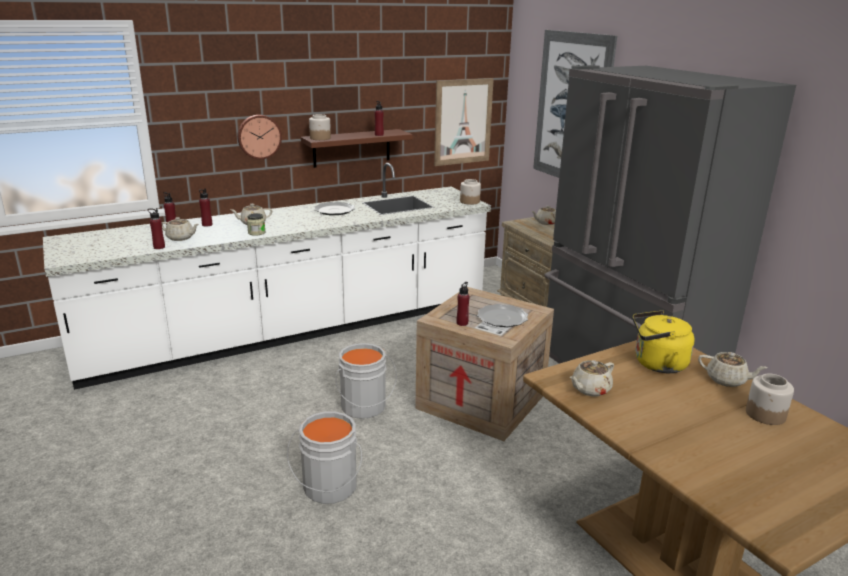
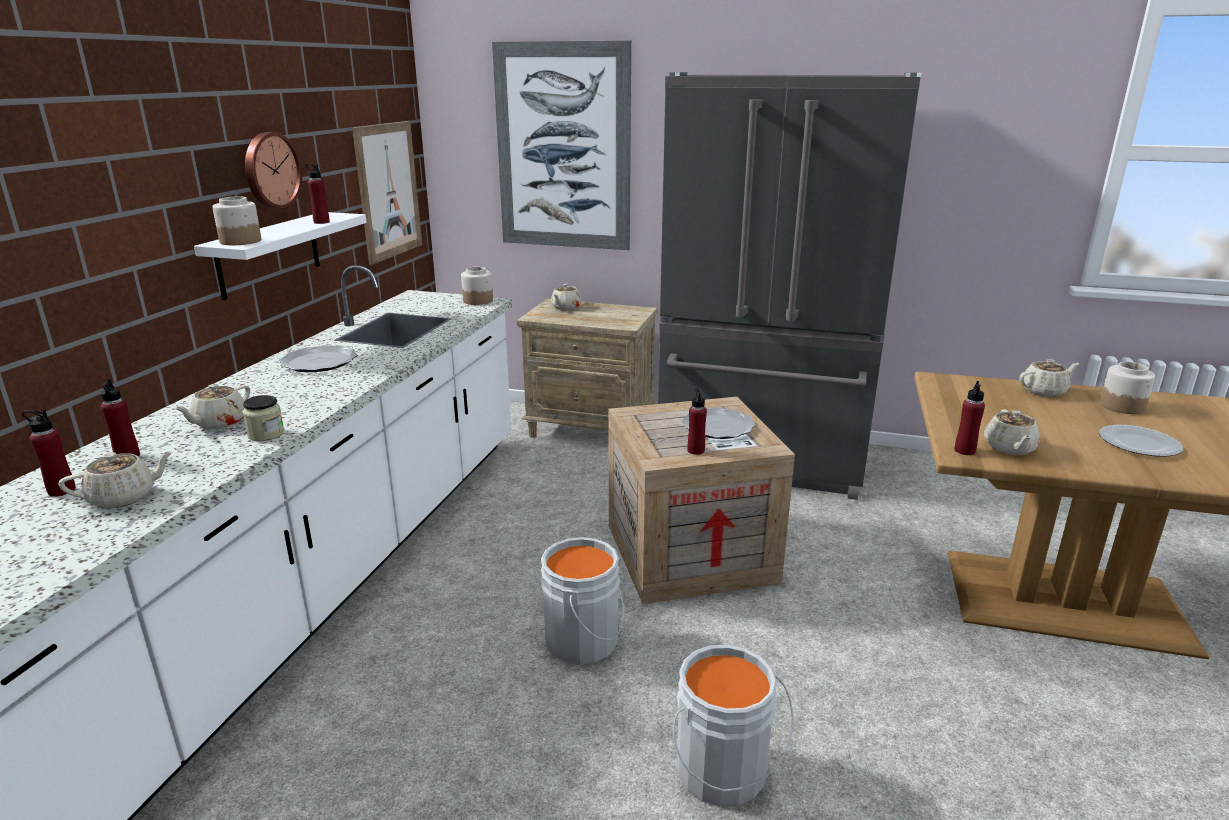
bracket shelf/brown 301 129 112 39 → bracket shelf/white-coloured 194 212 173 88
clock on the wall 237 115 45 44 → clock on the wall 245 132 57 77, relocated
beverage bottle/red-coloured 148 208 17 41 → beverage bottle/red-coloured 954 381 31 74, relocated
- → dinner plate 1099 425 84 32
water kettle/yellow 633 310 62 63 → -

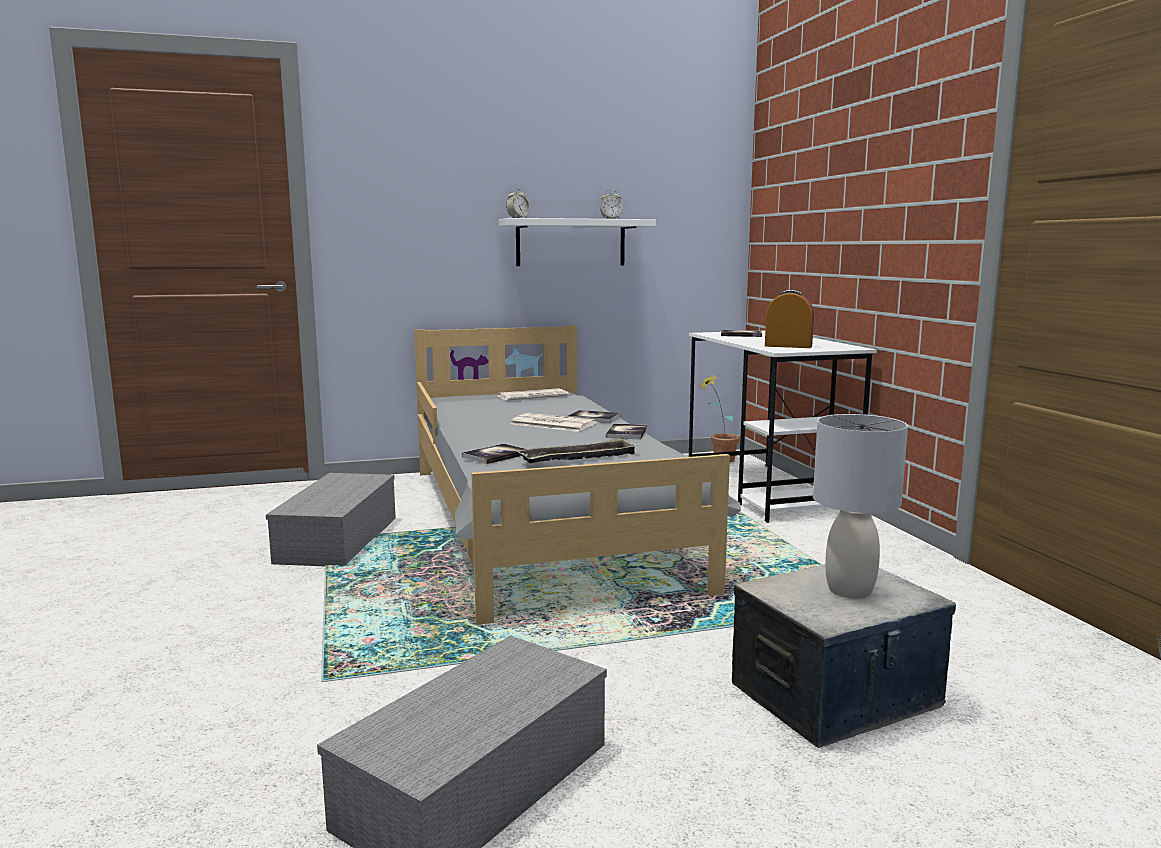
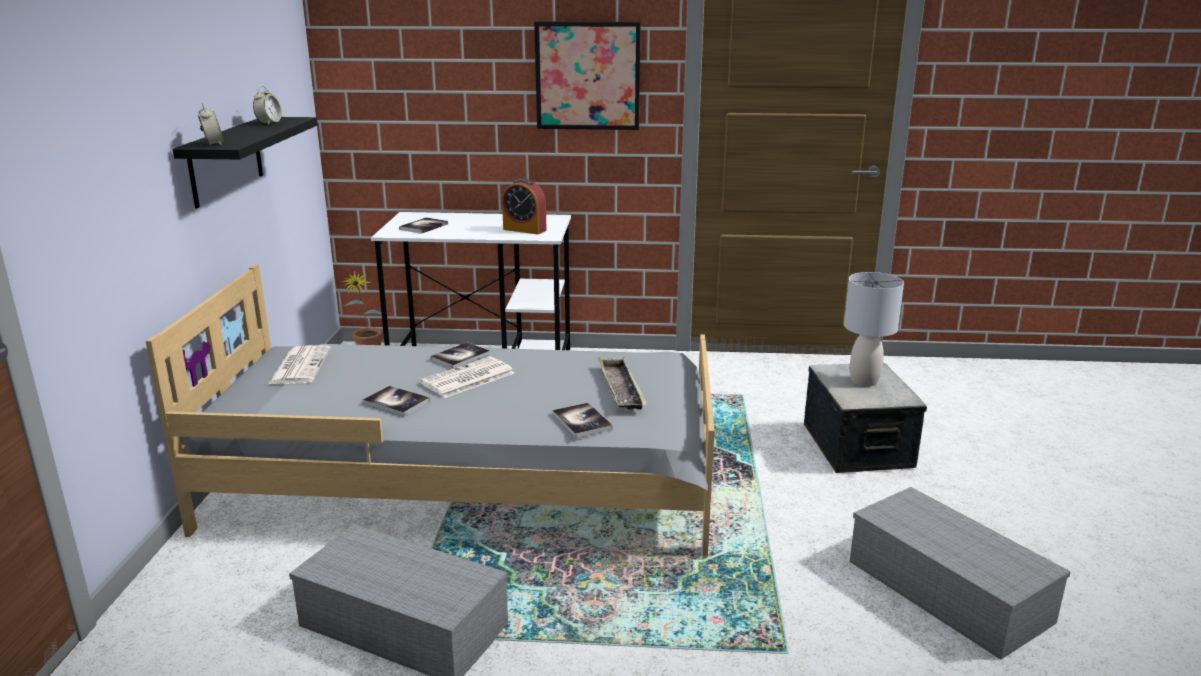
bracket shelf/white-coloured 499 218 157 48 → bracket shelf/blackish 172 117 146 91
book 606 424 41 16 → book 362 386 68 31, relocated
table clock 765 290 49 58 → table clock 502 178 45 56, 105 degrees counterclockwise
- → picture 534 22 107 108

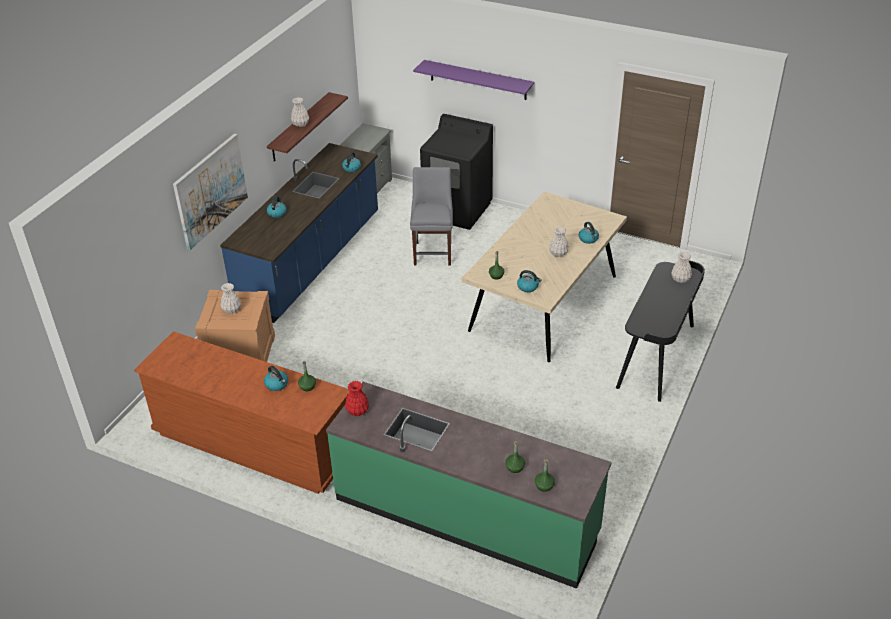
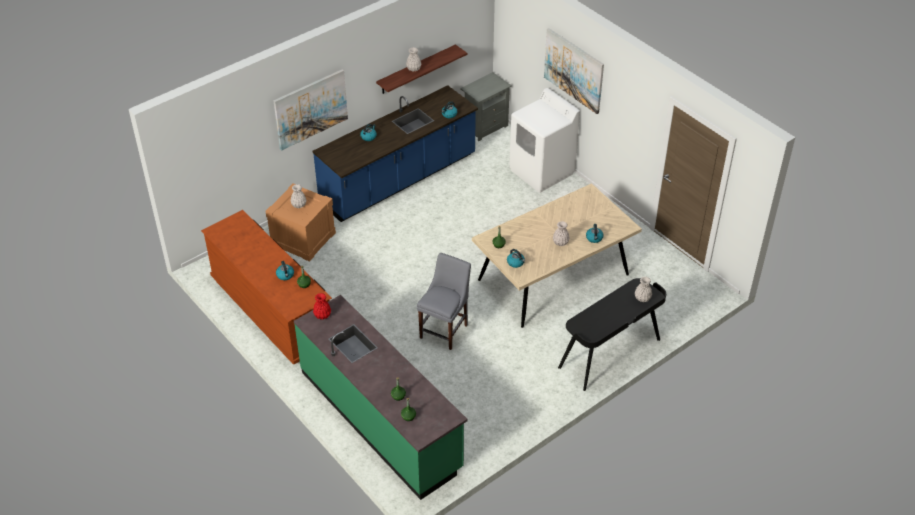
chair/grey 410 167 43 99 → chair/grey 417 253 54 97, relocated
washing machine/blackish 420 114 73 116 → washing machine/white-coloured 509 88 71 105
bracket shelf/purple 413 60 122 40 → picture 544 28 60 86

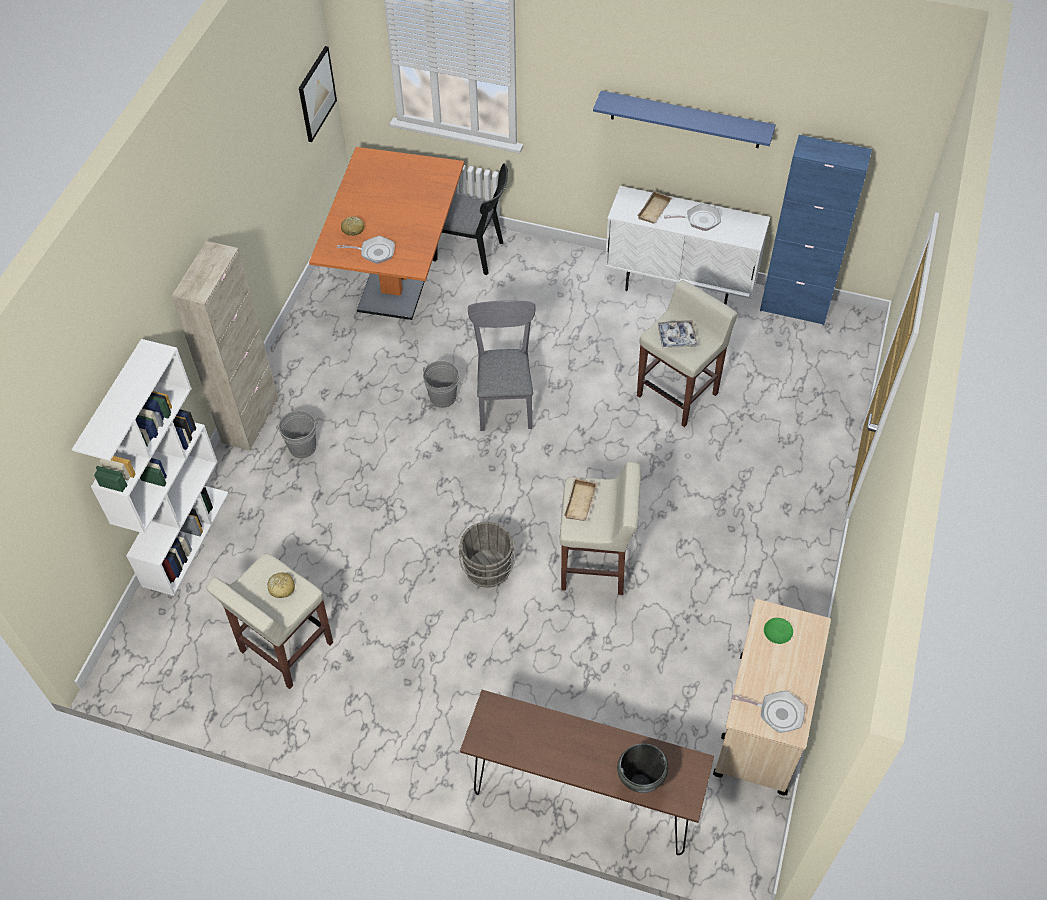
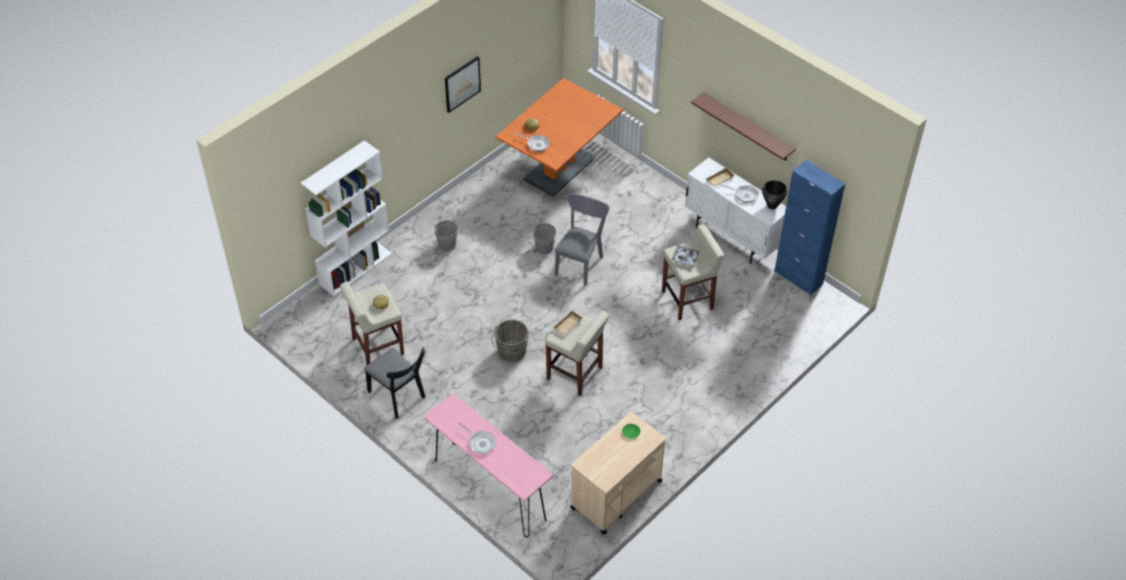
chair/blackish 433 163 75 112 → chair/blackish 364 347 61 71, relocated
hall table/brown 460 690 254 165 → hall table/pink 423 393 130 144
picture 299 46 38 96 → picture 445 56 36 57, relocated
skillet 731 691 74 42 → skillet 459 422 37 32, relocated
bracket shelf/blue 593 91 183 57 → bracket shelf/brown 691 92 105 68
saucepot/blackish 617 744 51 49 → saucepot/blackish 762 180 26 29, relocated
cabinet/sand-coloured 171 241 107 210 → -

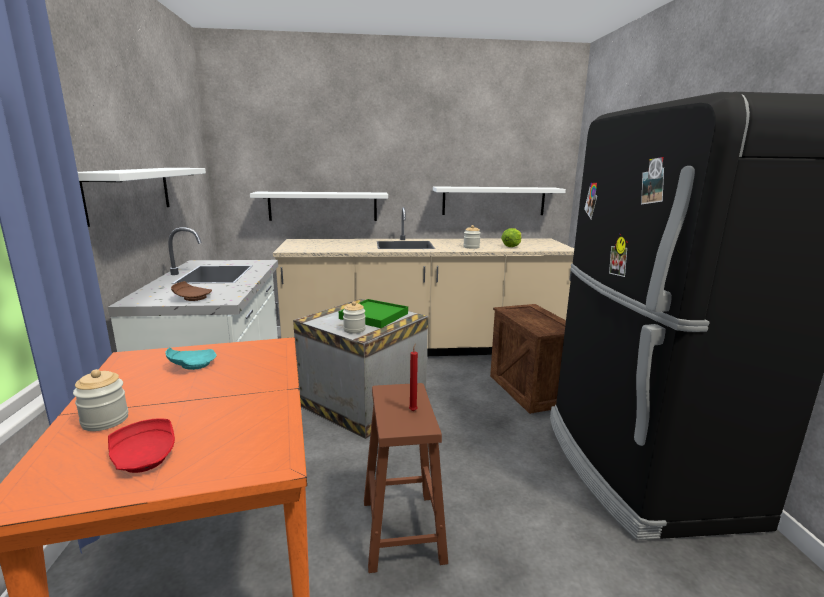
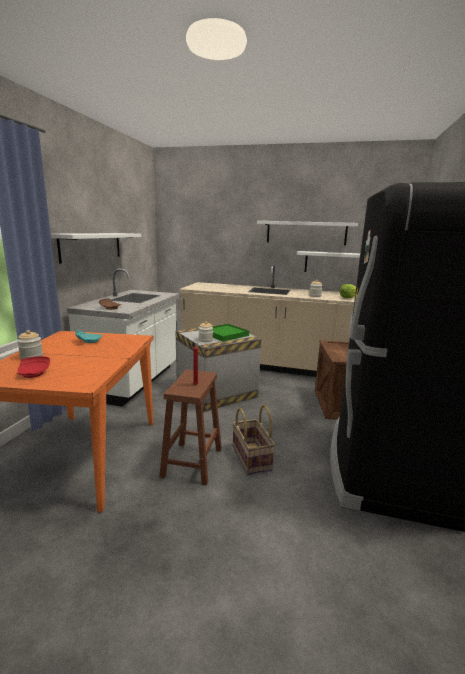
- → storage basket 233 405 42 70
bracket shelf/white-coloured 250 192 138 29 → bracket shelf/white-coloured 257 221 101 24, relocated

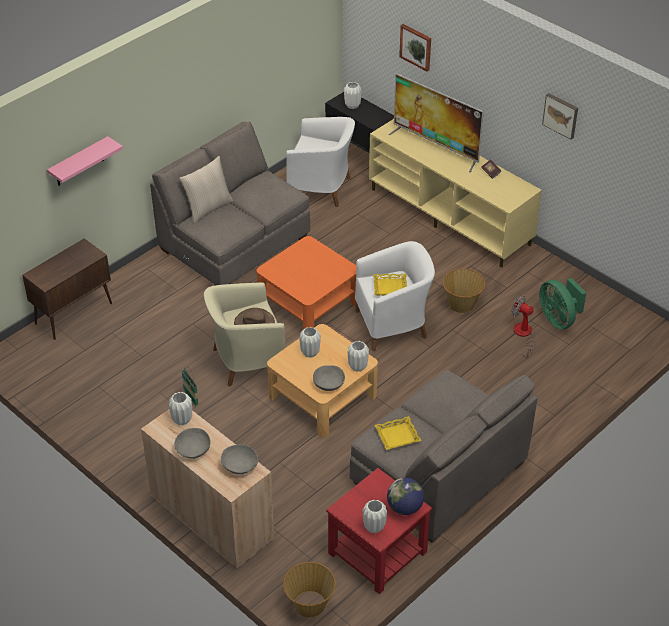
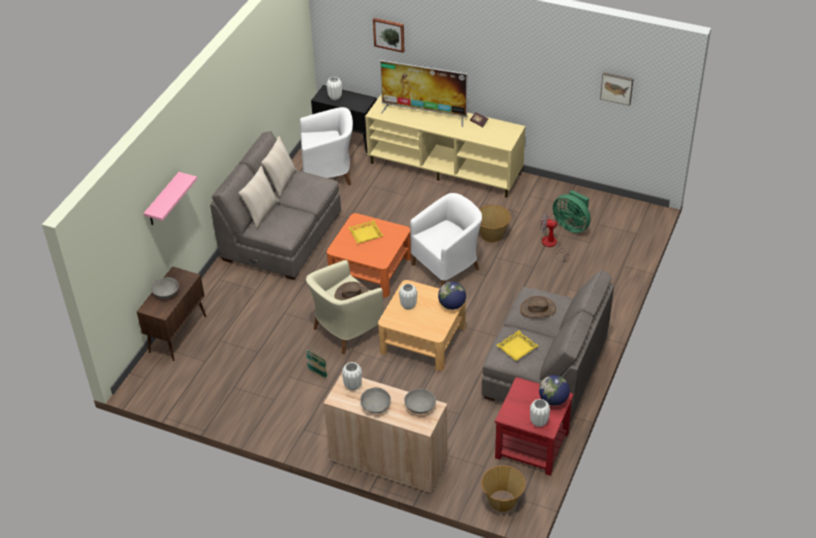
bowl/grey 313 365 32 26 → bowl/grey 151 277 28 22, relocated
- → cushion/sand-coloured 261 136 36 61
carrying tray/yellow 373 274 34 22 → carrying tray/yellow 348 220 35 23, relocated
decorative vase/white-coloured 348 341 21 31 → world globe 438 282 28 28
- → hat/brown 520 296 36 22
picture 542 93 36 47 → picture 600 72 33 34, relocated

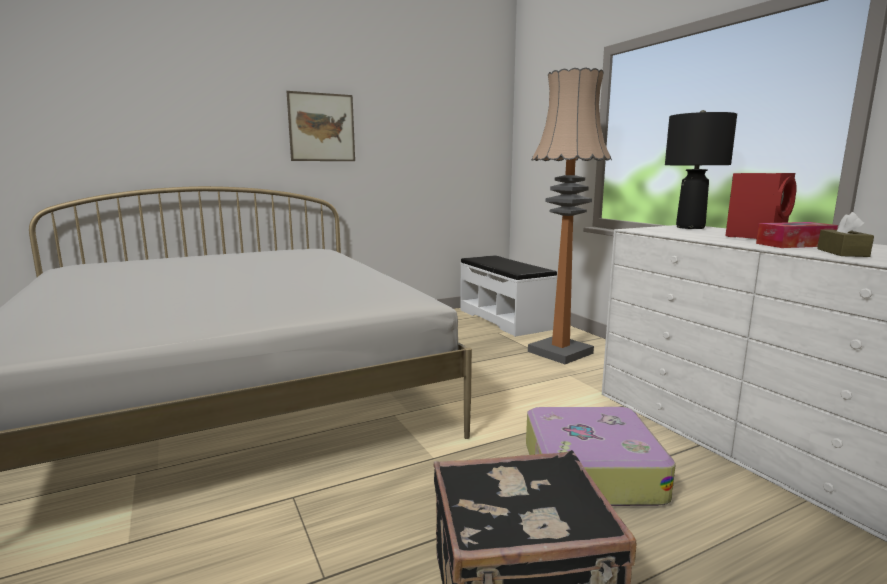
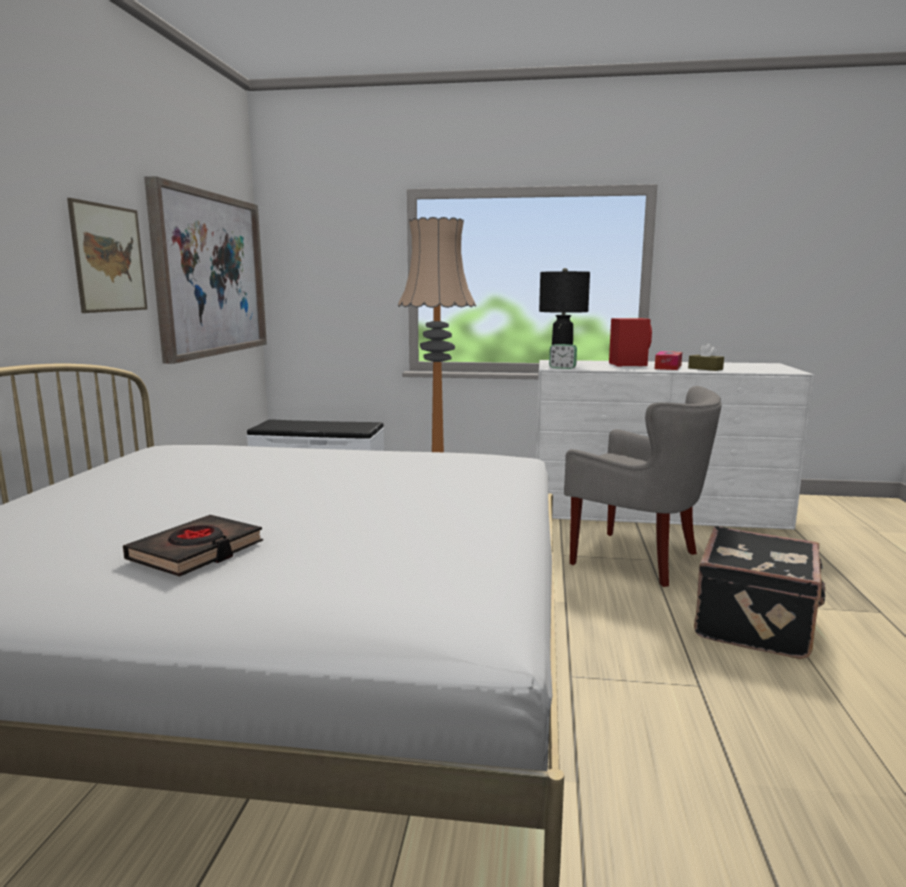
- → book/blackish 123 515 140 62
- → picture 144 176 123 188
- → table clock 549 344 28 25
piece of luggage 526 407 150 99 → lounge chair/grey 564 386 158 201

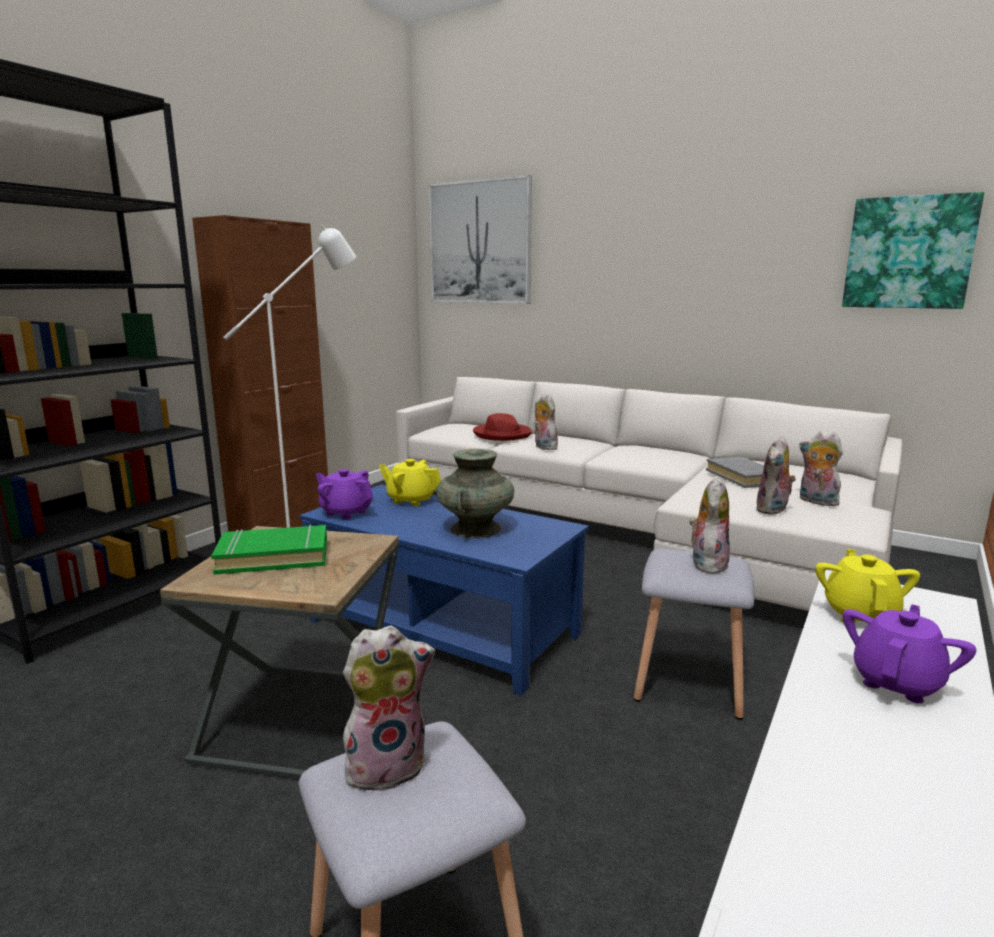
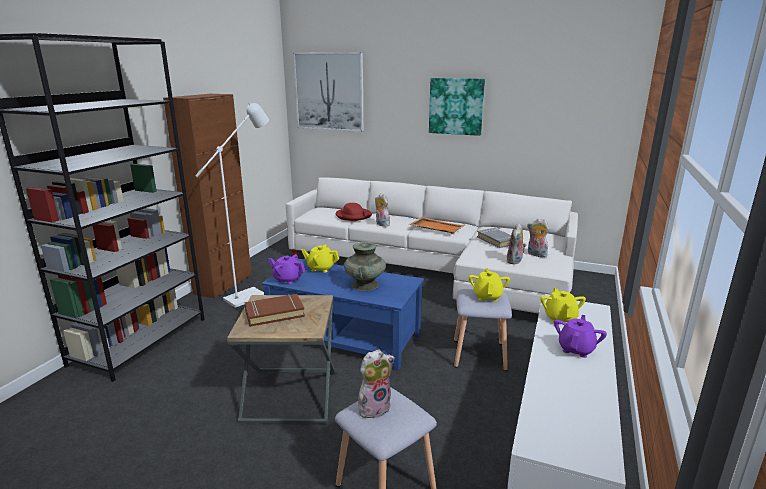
book/greenish 211 524 116 51 → book/brown 245 294 60 33
- → carrying tray/orangey 409 217 56 17
picture 842 192 142 117 → picture 429 78 56 58, relocated
soft toy 689 476 41 98 → pot for tea/yellow 469 268 41 33

